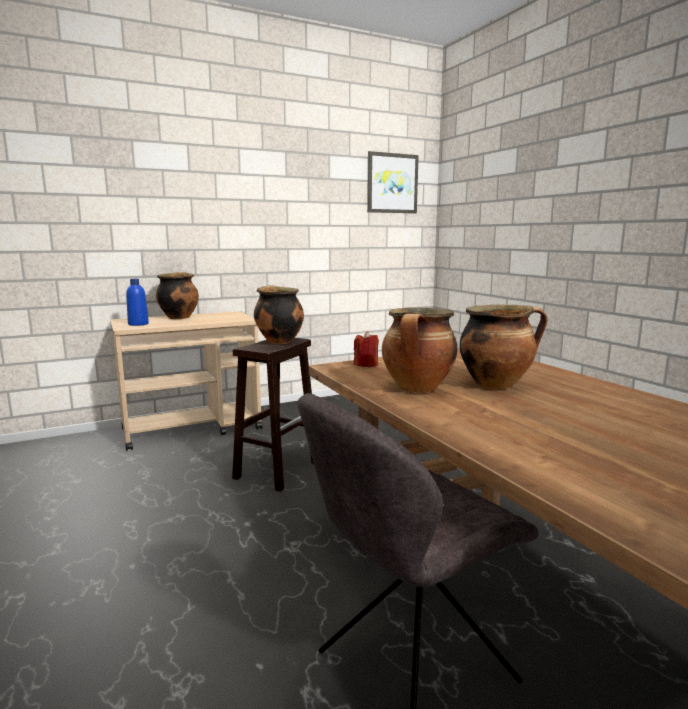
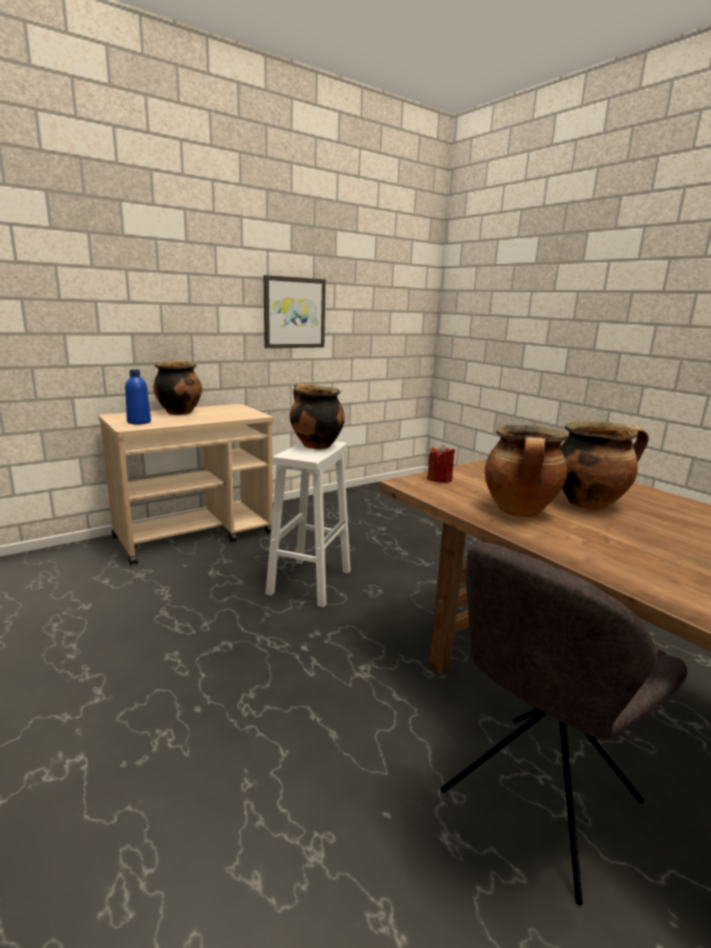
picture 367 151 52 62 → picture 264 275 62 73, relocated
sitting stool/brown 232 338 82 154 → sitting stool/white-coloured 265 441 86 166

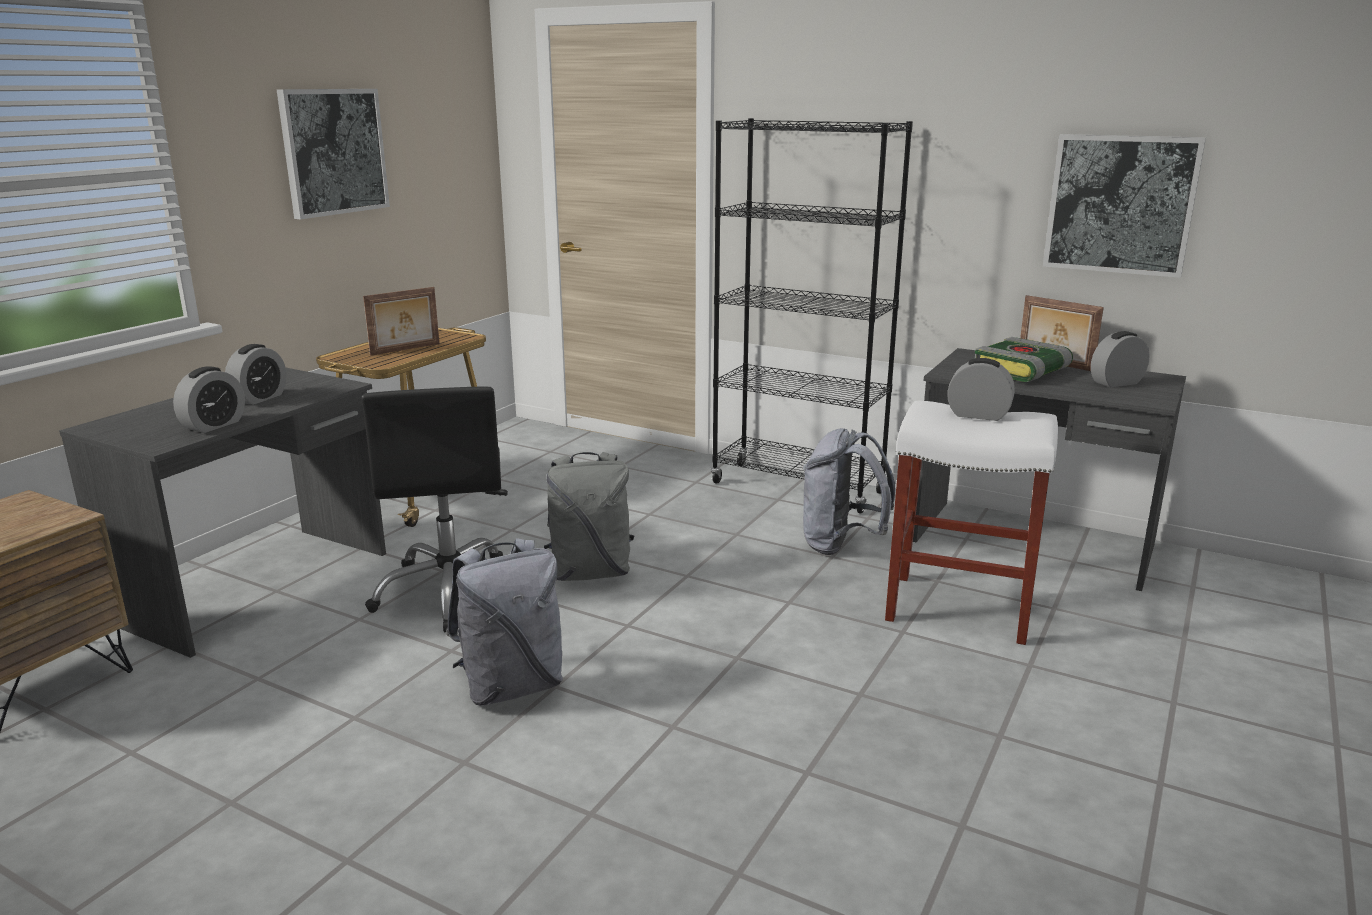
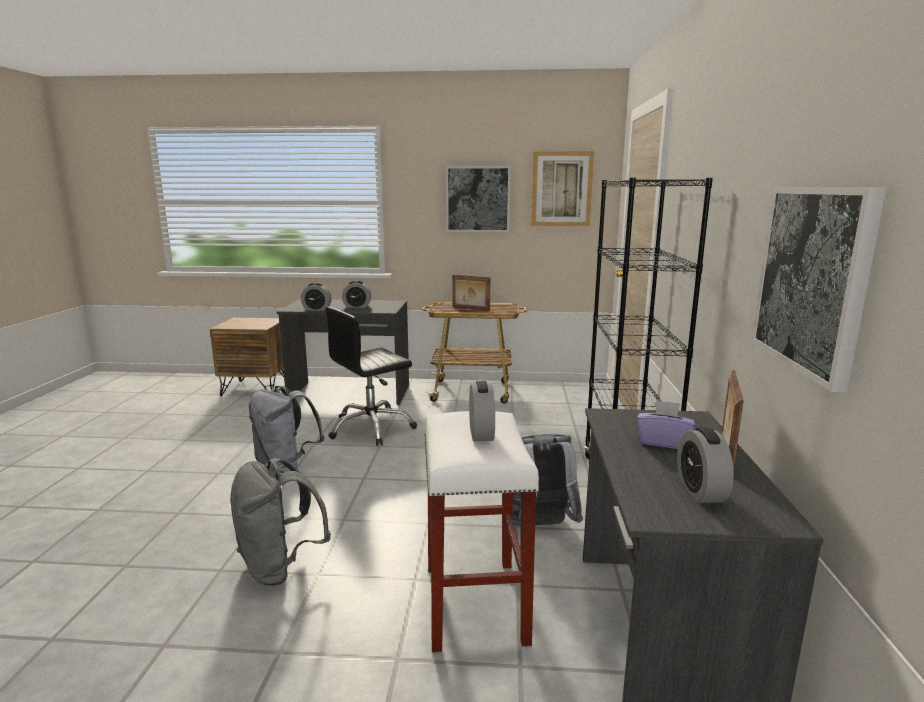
knapsack/grey 544 452 90 129 → knapsack/grey 230 458 101 127, relocated
- → picture 531 151 63 75
book 975 337 98 45 → tissue box/purple 636 400 59 49
table clock 1091 331 59 57 → table clock 677 427 57 76, 135 degrees counterclockwise

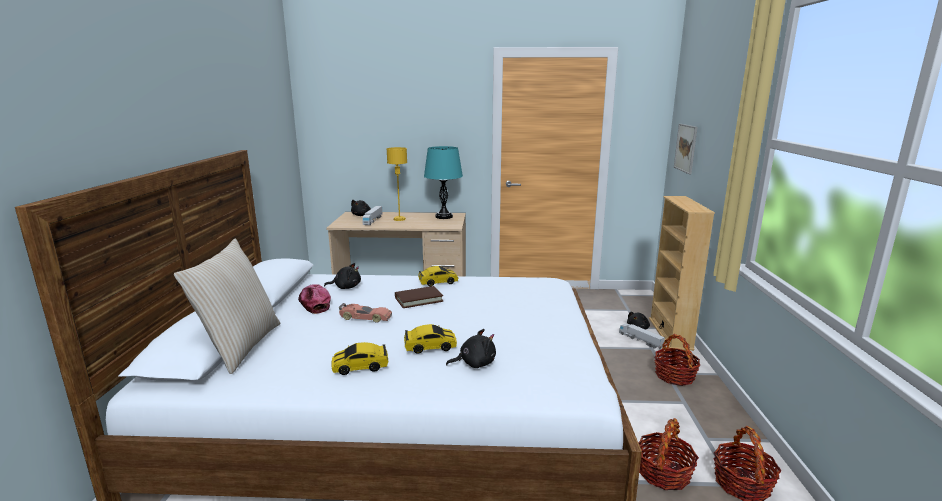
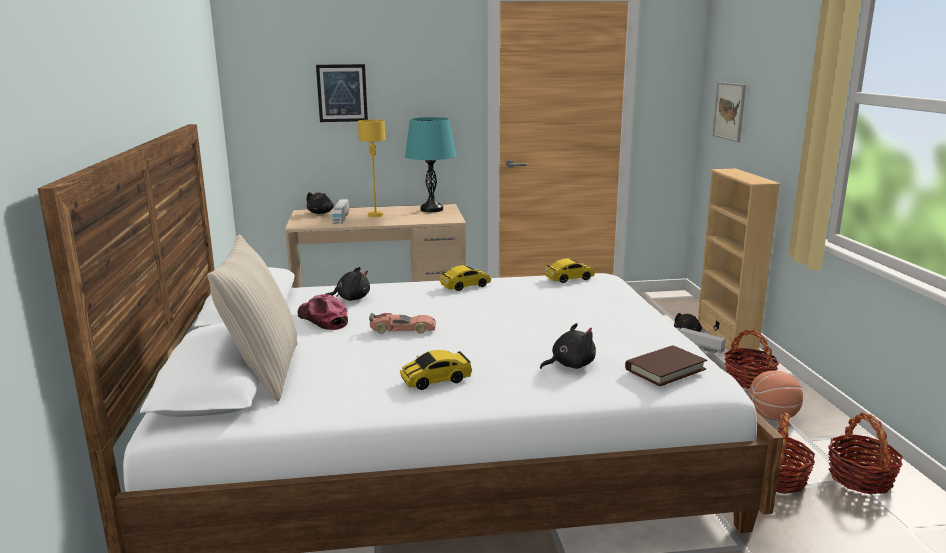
- → picture 316 64 52 58
toy car 404 324 53 30 → toy car 544 258 51 25, relocated
book/brown 395 286 48 22 → book/brown 625 345 82 41, relocated
- → basketball 749 370 54 51

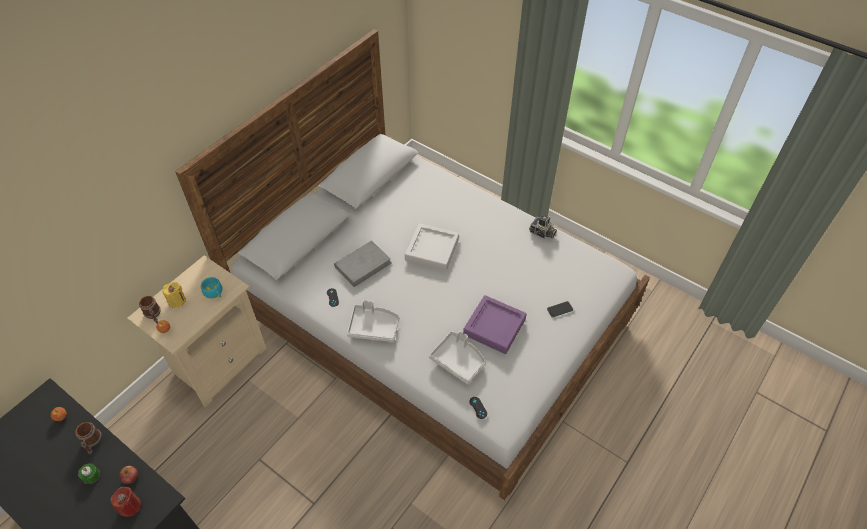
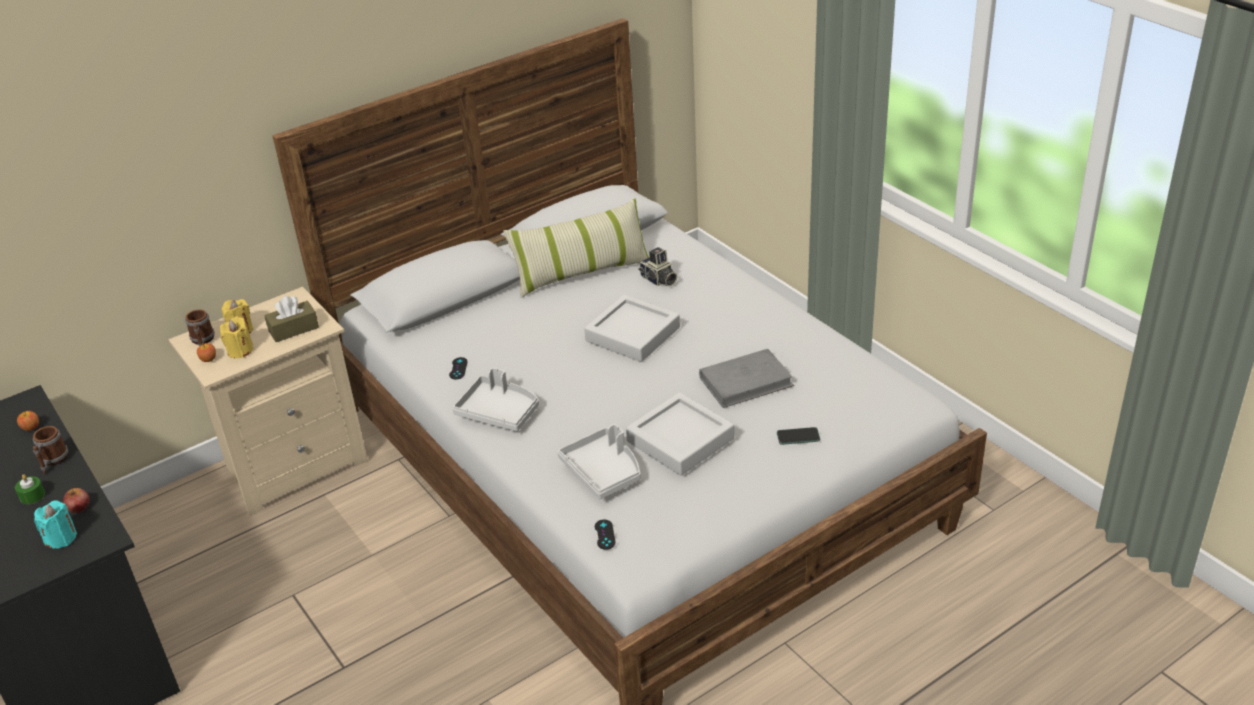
candle/red-coloured 111 487 30 30 → candle/turquoise 34 500 43 49
- → candle/yellow 220 316 33 42
cup/turquoise 201 277 21 21 → tissue box/brown 264 296 55 46
- → cushion 503 199 146 99
carrying tray/purple 463 295 64 59 → carrying tray/grey 626 392 108 84
photo camera 529 214 28 25 → photo camera 638 247 39 39, relocated
book/grey 334 240 58 47 → book/grey 699 349 95 59, relocated

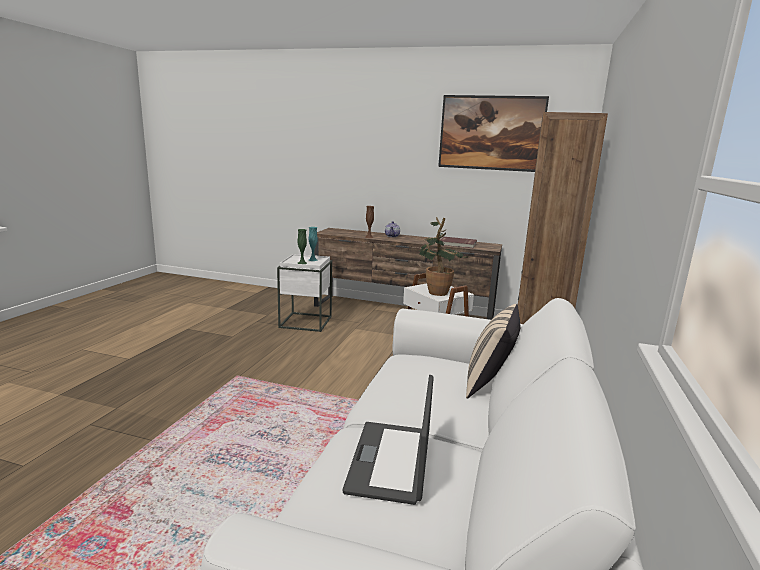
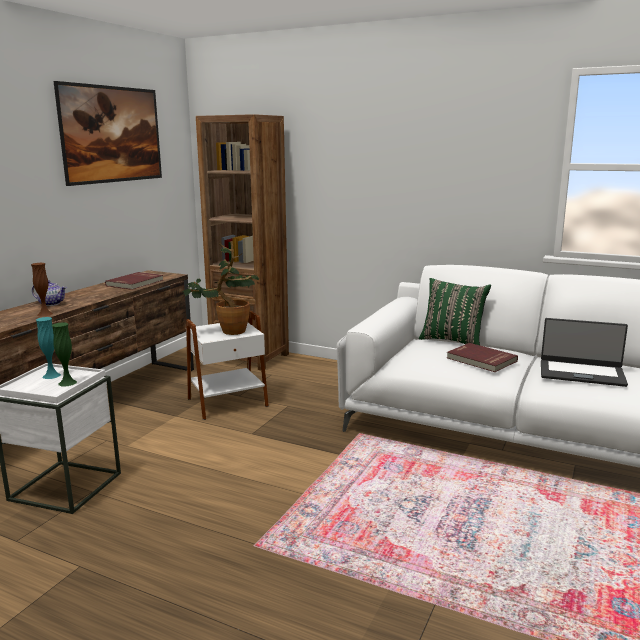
cushion/sand-coloured 466 304 54 95 → cushion/greenish 419 278 72 67
- → book/red-coloured 447 343 71 29

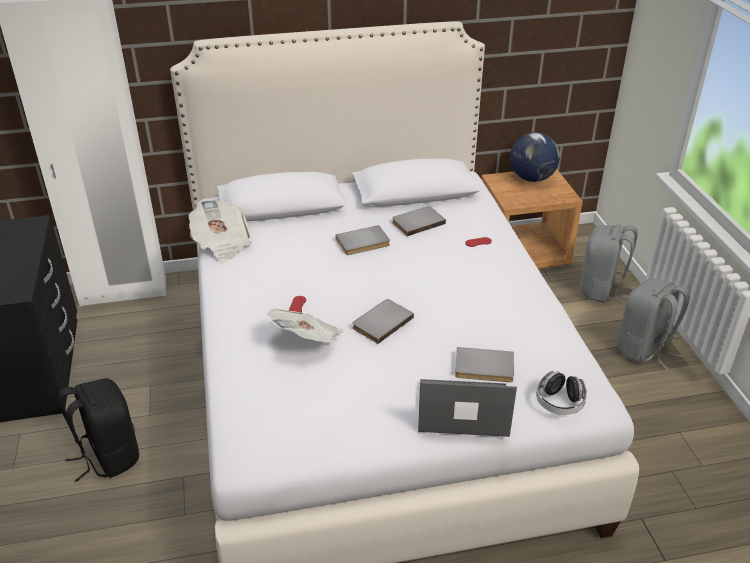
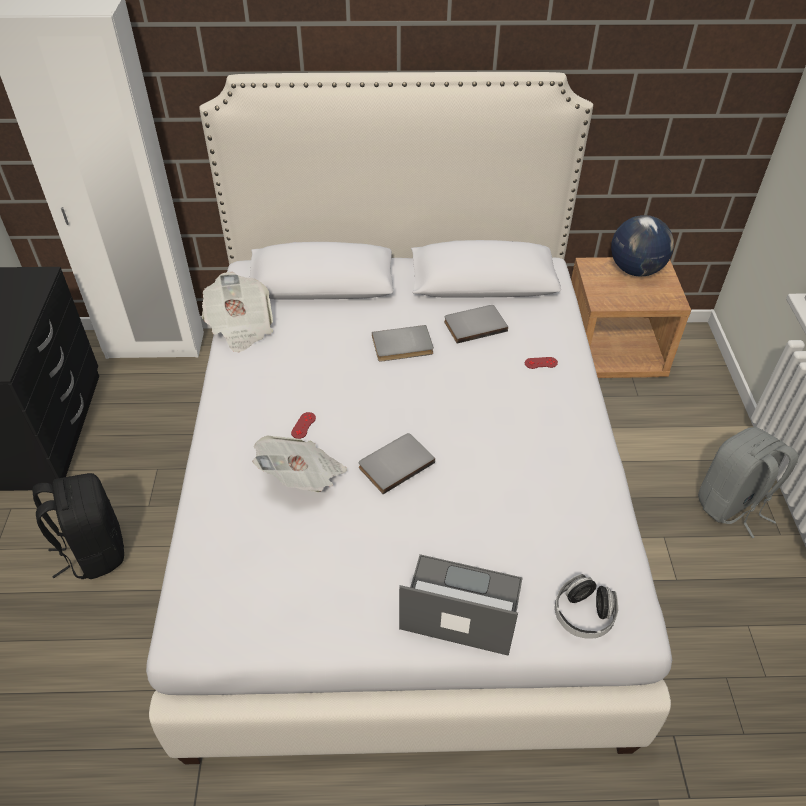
book/grey 455 347 59 35 → -
knapsack/grey 580 224 58 79 → -

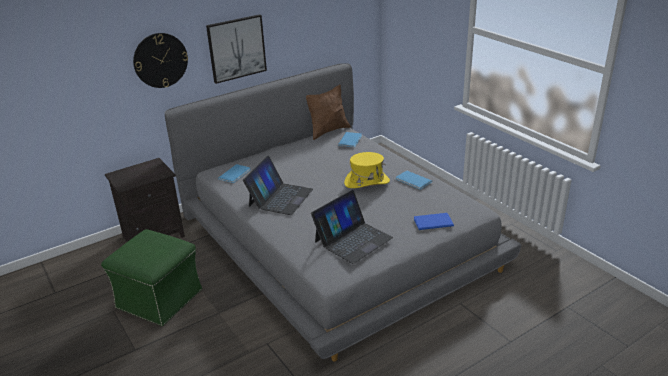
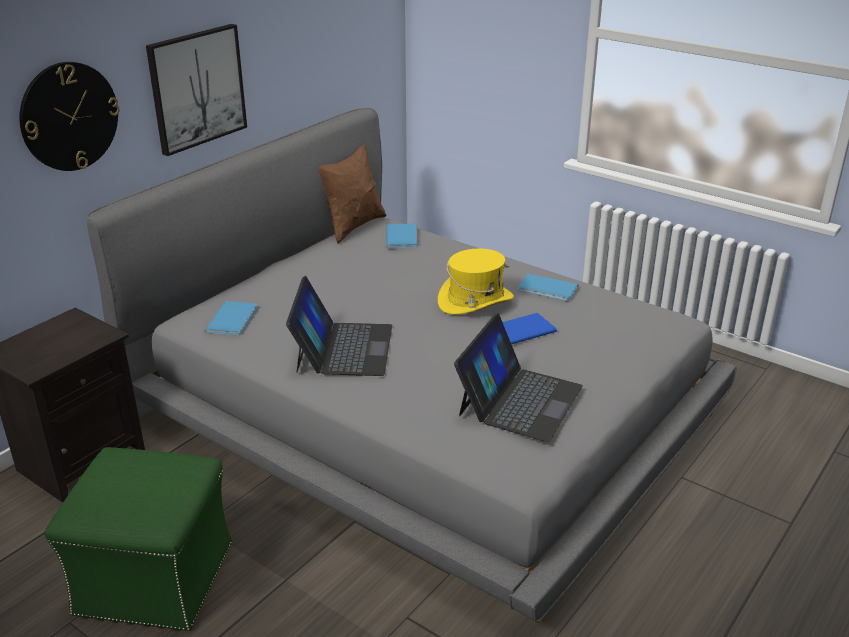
book/blue 414 213 40 17 → book/blue 503 313 54 31, relocated

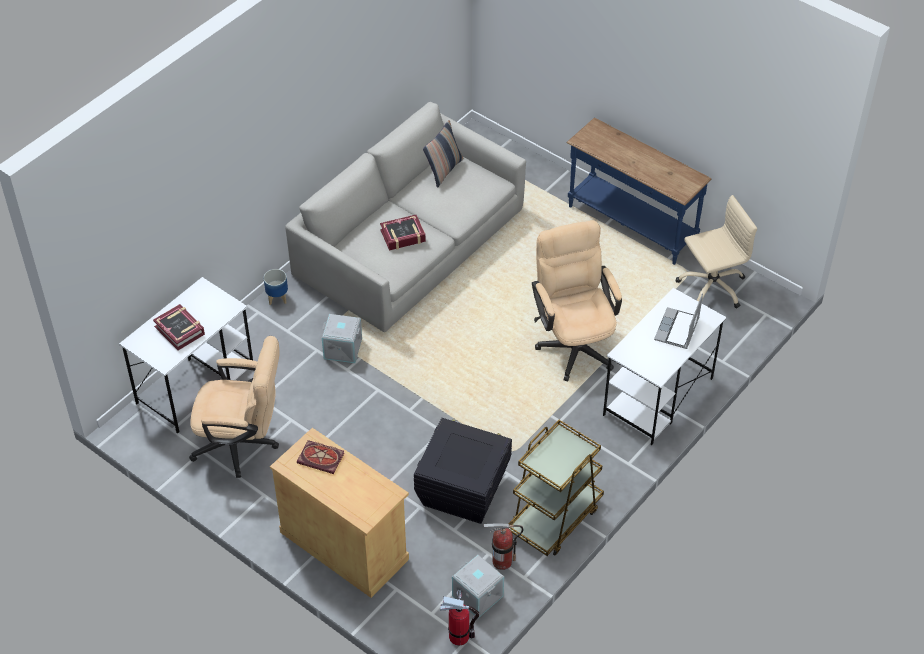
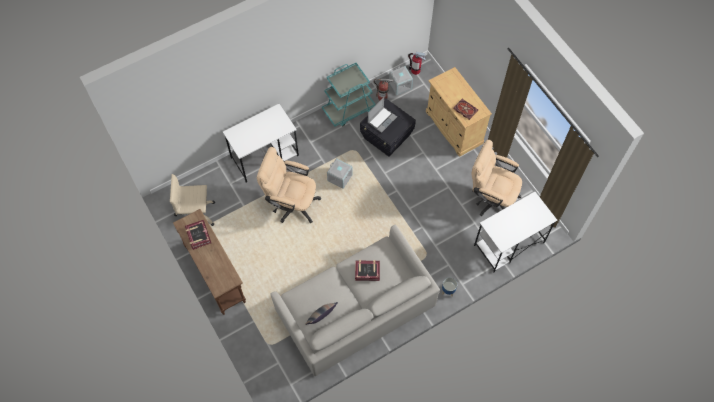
hall table/blue 566 118 145 147 → hall table/brown 173 209 73 106
book 153 304 52 46 → book 185 220 26 30, relocated
office chair/sand-coloured 532 220 90 162 → office chair/sand-coloured 257 147 64 77, 105 degrees clockwise
trolley/brown 509 420 95 136 → trolley/turquoise 322 63 54 64
storage container/grey 322 314 40 49 → storage container/grey 327 158 26 31, relocated
notebook computer 654 294 49 55 → notebook computer 368 97 29 36, relocated

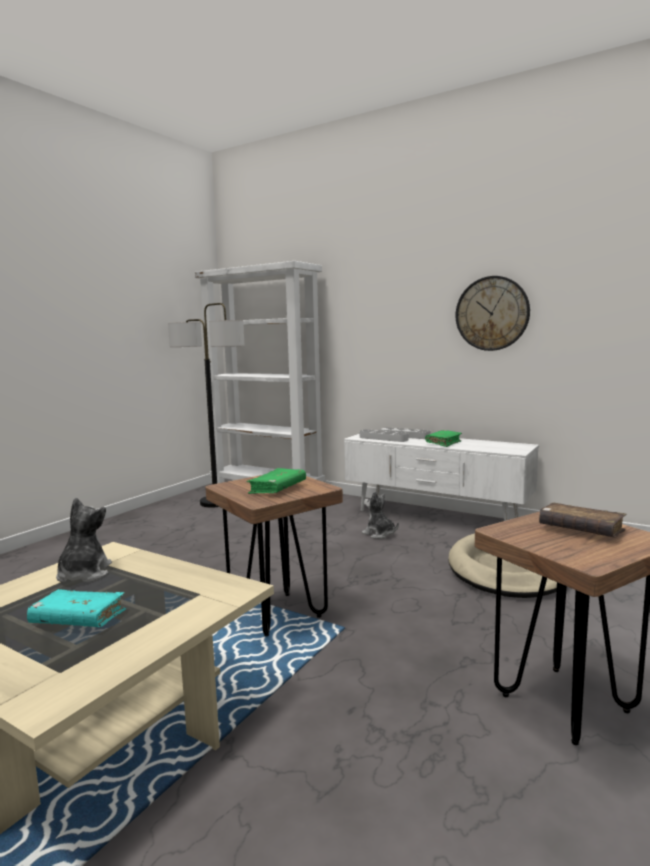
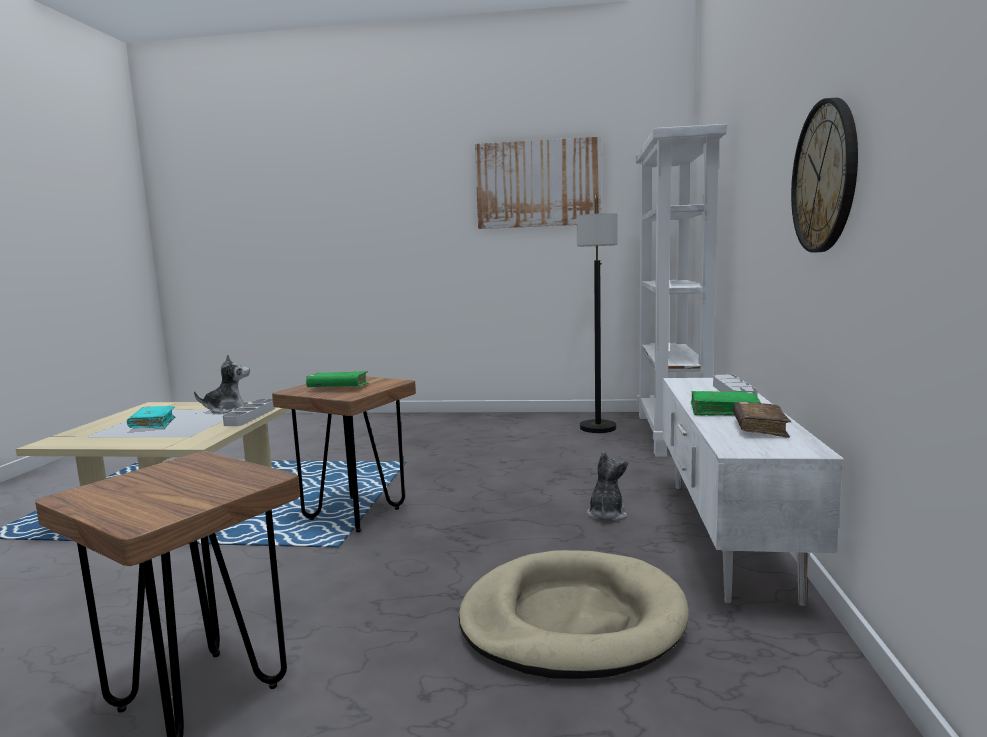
carrying tray/grey 360 430 49 12 → carrying tray/grey 223 399 52 27, relocated
- → picture 475 137 127 92
book/brown 539 502 87 36 → book/brown 733 402 59 36, relocated

